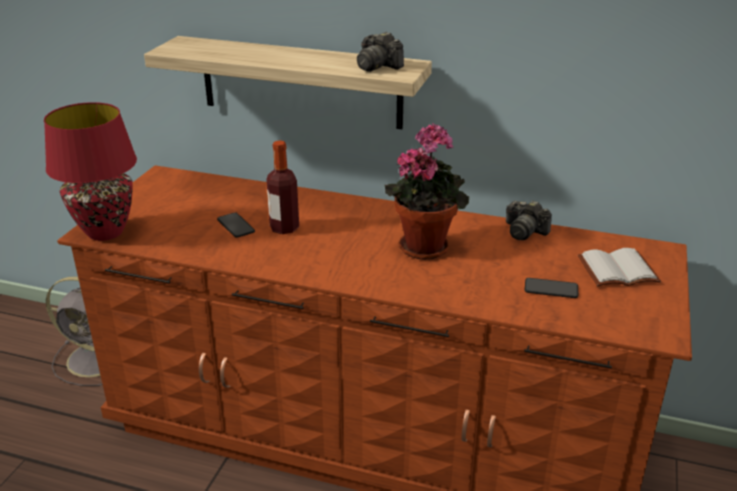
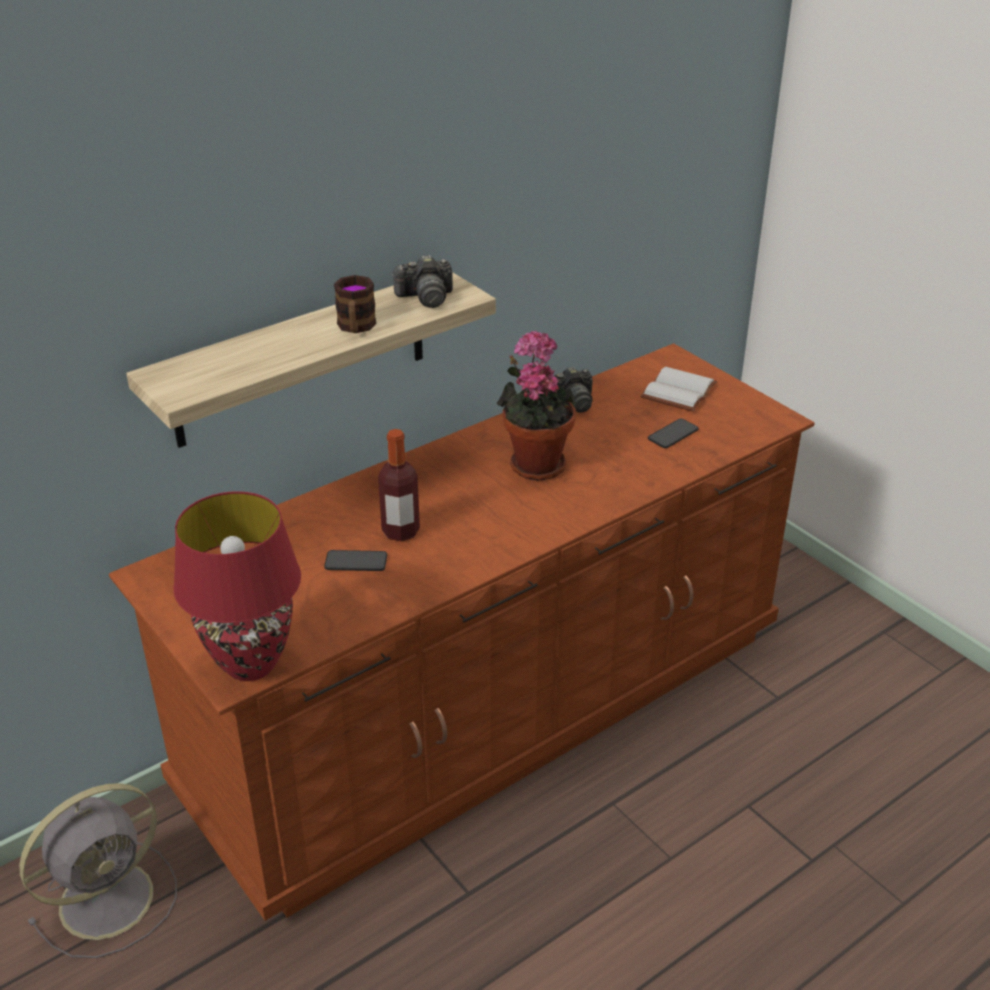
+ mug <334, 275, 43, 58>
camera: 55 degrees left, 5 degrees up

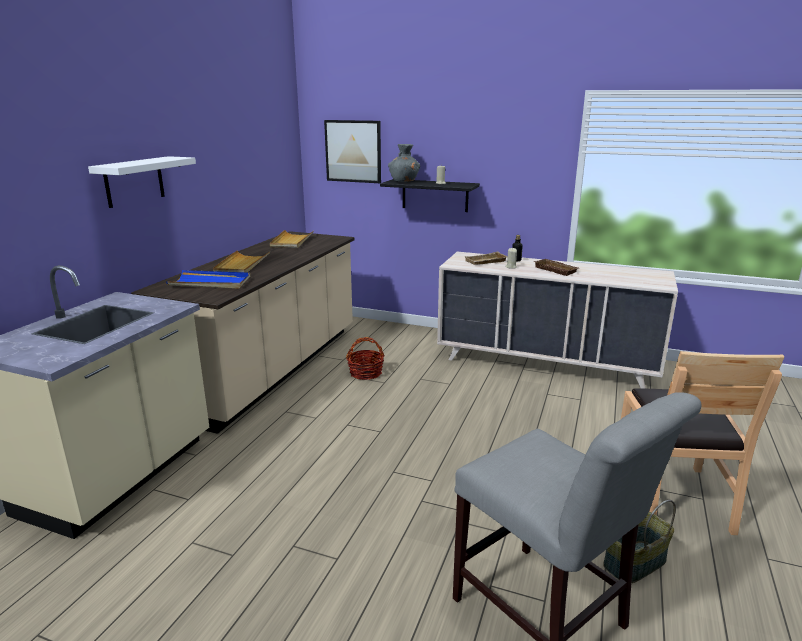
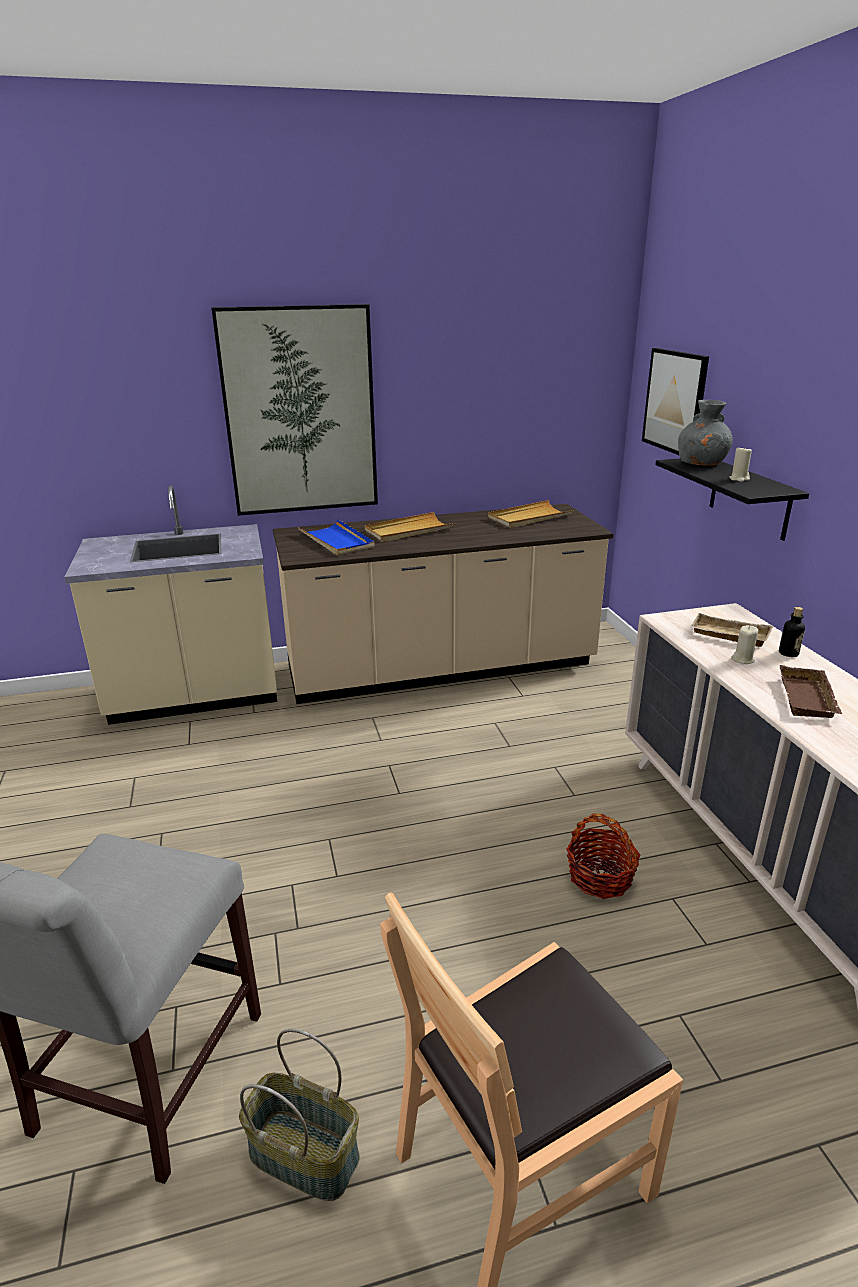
~ shelf (white) <88, 156, 108, 52> to picture <211, 304, 167, 212>
~ basket <346, 337, 39, 43> to <566, 813, 75, 86>
camera: 55 degrees right, 5 degrees up

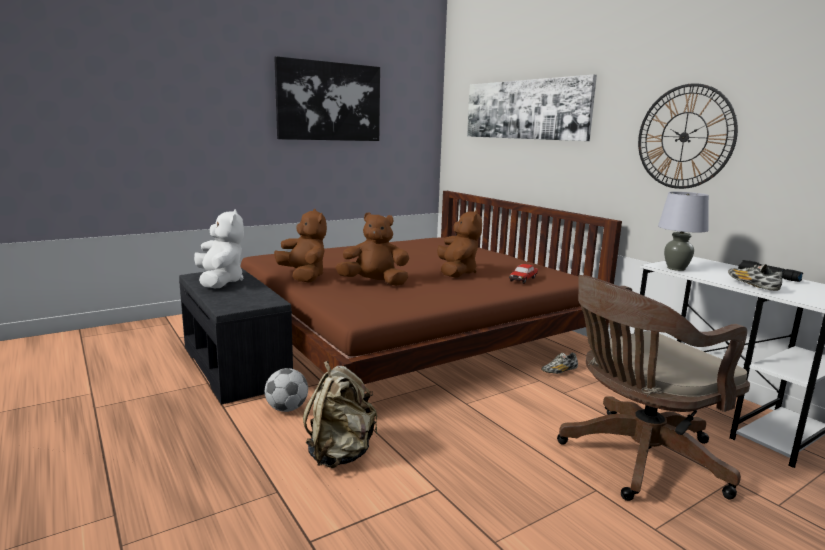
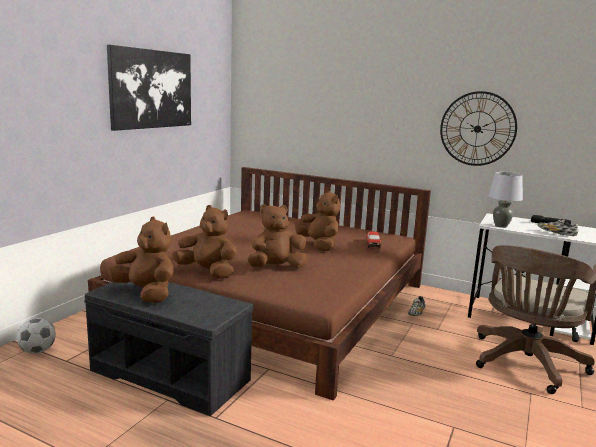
~ plush toy (white) <194, 209, 50, 79> to plush toy (brown) <108, 217, 66, 86>
~ football <265, 368, 43, 44> to <17, 318, 39, 36>
- backpack (beige) <303, 361, 75, 107>
- picture <467, 74, 130, 67>
camera: 30 degrees left, 0 degrees up

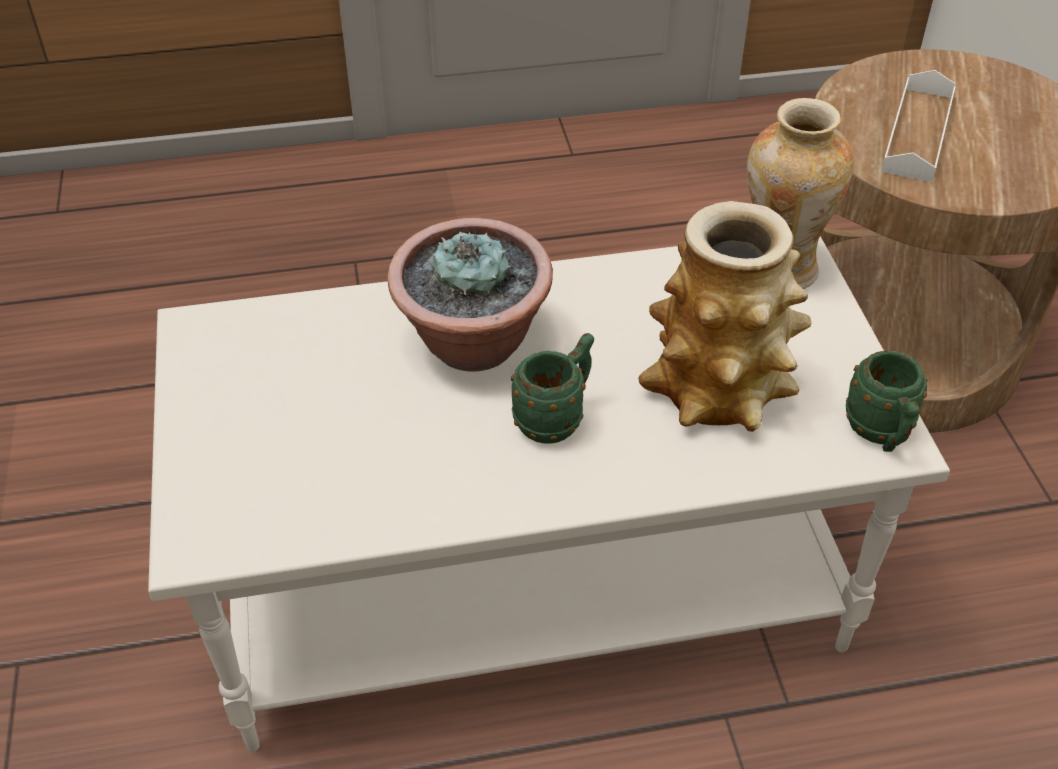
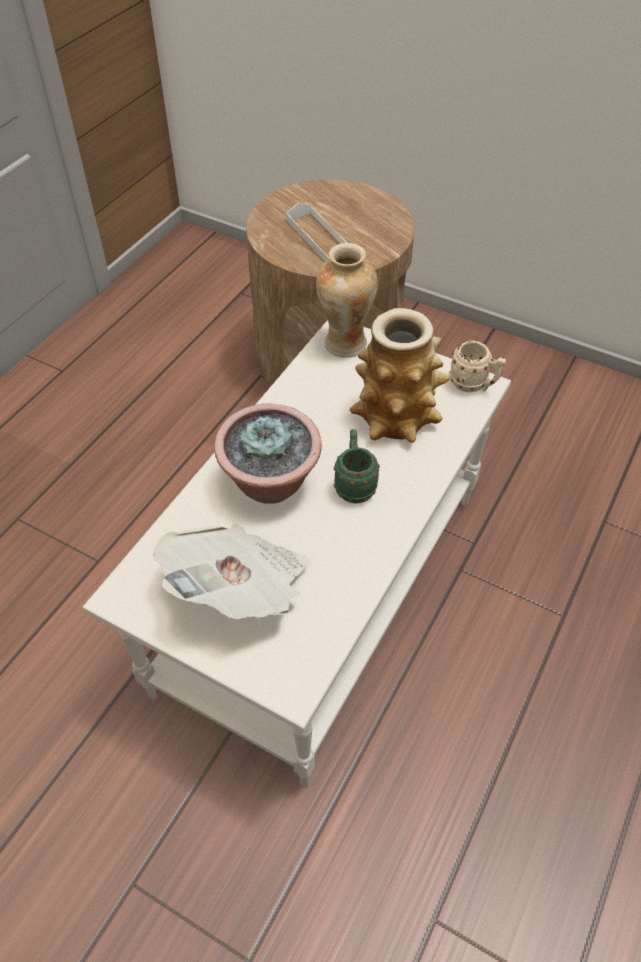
~ mug (green) <846, 351, 81, 101> to mug (beige) <450, 341, 56, 51>
+ newspaper <153, 525, 157, 94>
camera: 50 degrees left, 5 degrees up

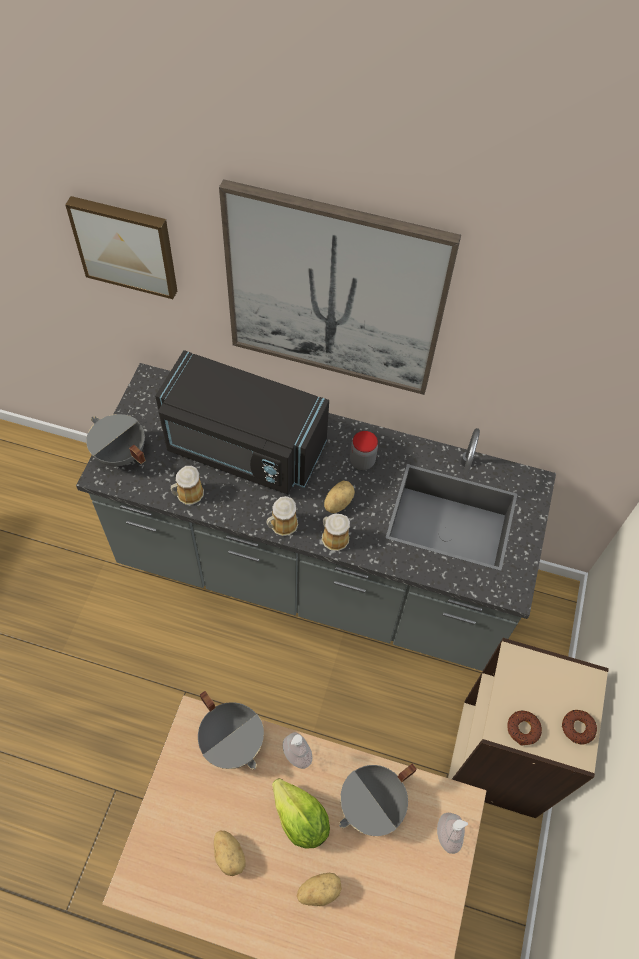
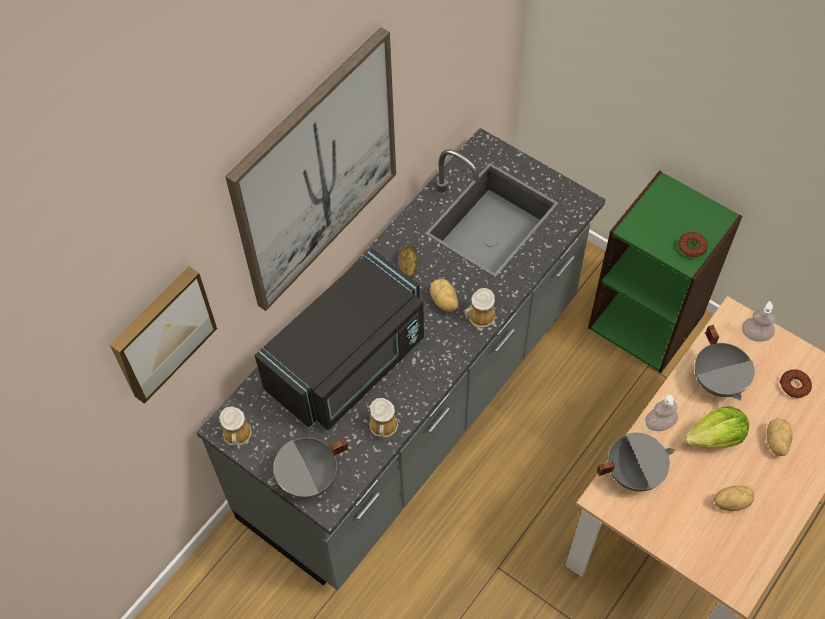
~ mug <266, 496, 32, 40> to <219, 407, 33, 39>
~ jar <350, 431, 28, 39> to potato <399, 246, 18, 32>
~ bookcase (beige) <448, 638, 161, 180> to bookcase (green) <588, 170, 154, 203>
~ donut <562, 710, 35, 35> to <780, 369, 32, 29>
camera: 65 degrees left, 0 degrees up

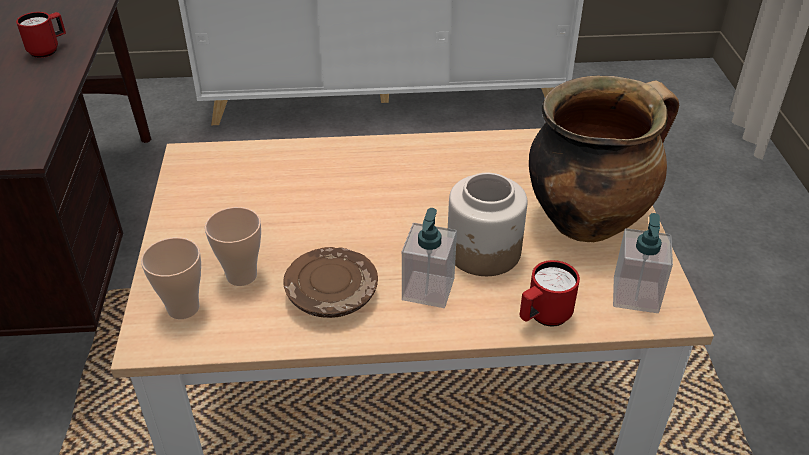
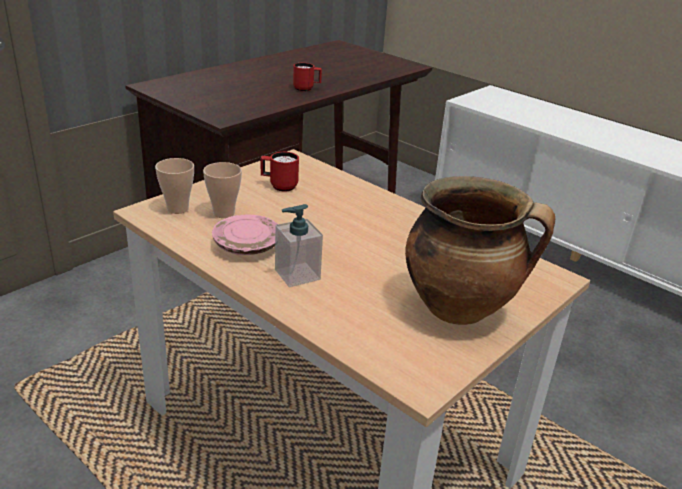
~ plate (brown) <283, 247, 95, 71> to plate (pink) <212, 214, 66, 41>
- jar <448, 173, 79, 103>
~ mug (red) <520, 260, 60, 66> to <261, 152, 38, 40>
- soap dispenser <613, 213, 60, 100>
camera: 45 degrees right, 10 degrees down

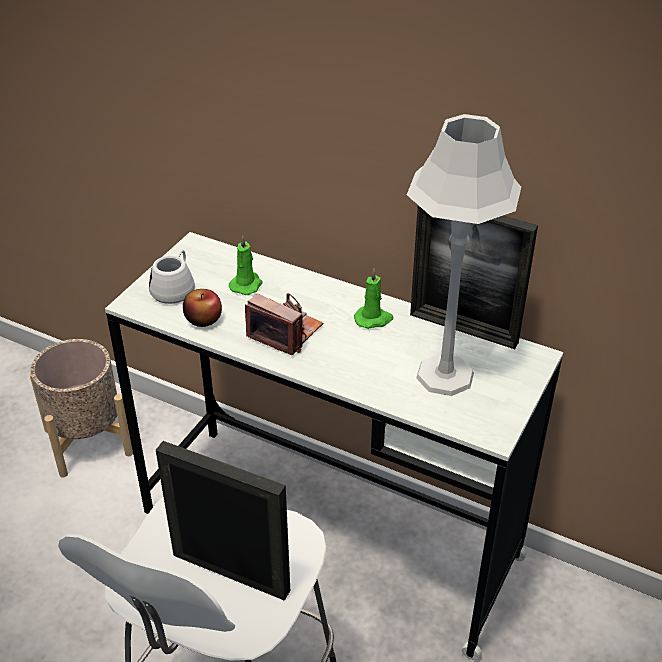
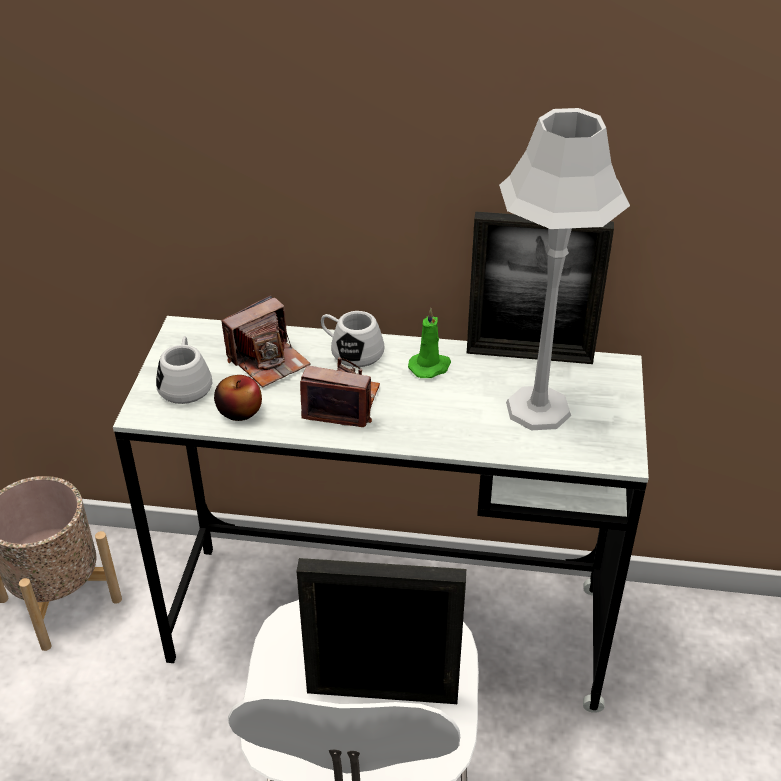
~ candle (green) <229, 235, 34, 60> to photo camera <221, 295, 90, 93>
+ mug (white) <321, 311, 63, 56>
camera: 20 degrees left, 0 degrees up

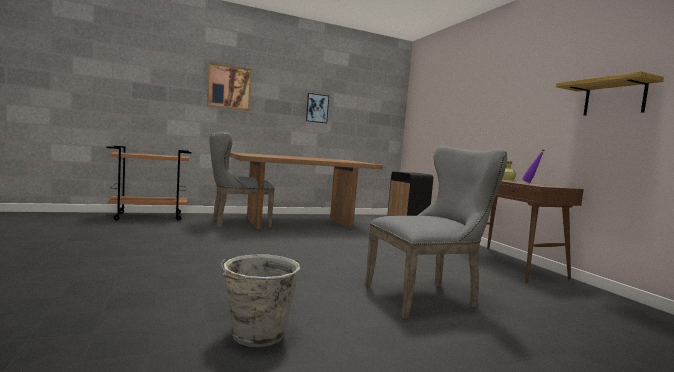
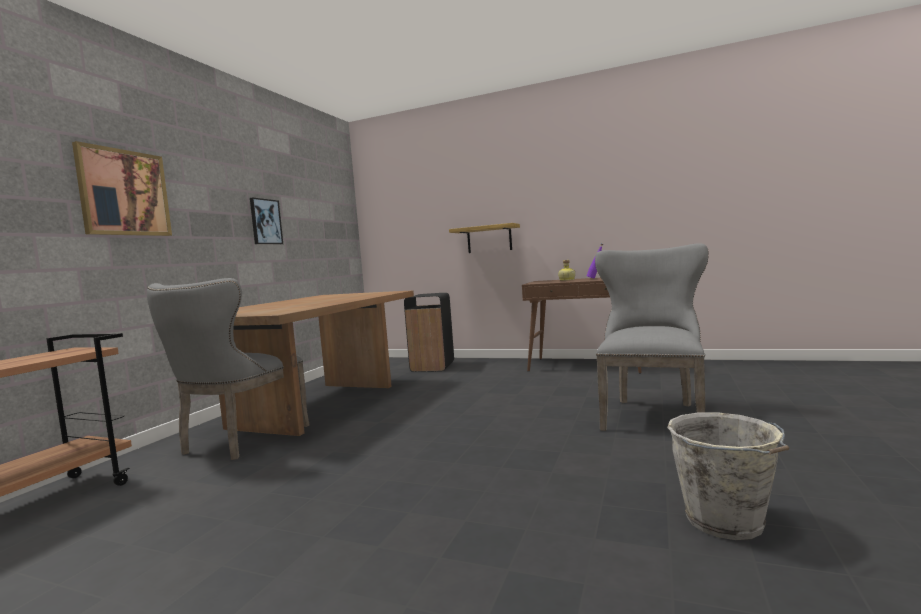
~ shelf <556, 71, 108, 45> to <449, 223, 71, 30>
camera: 45 degrees left, 0 degrees up

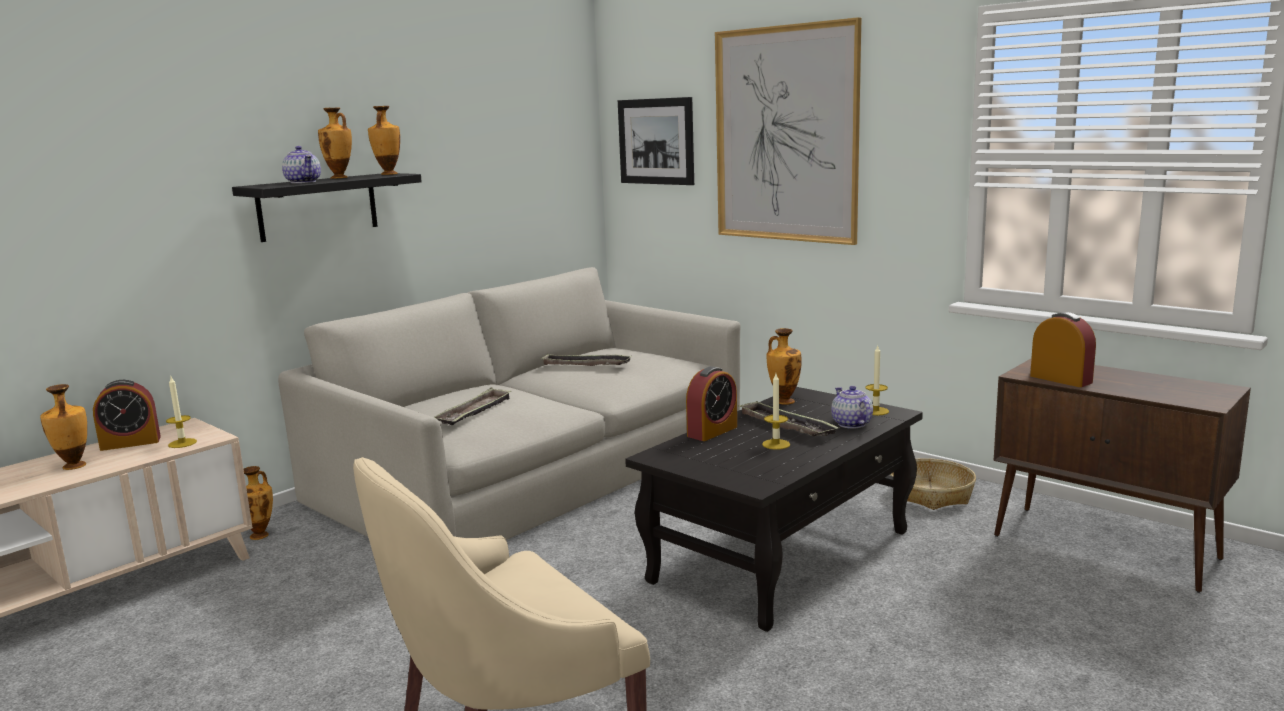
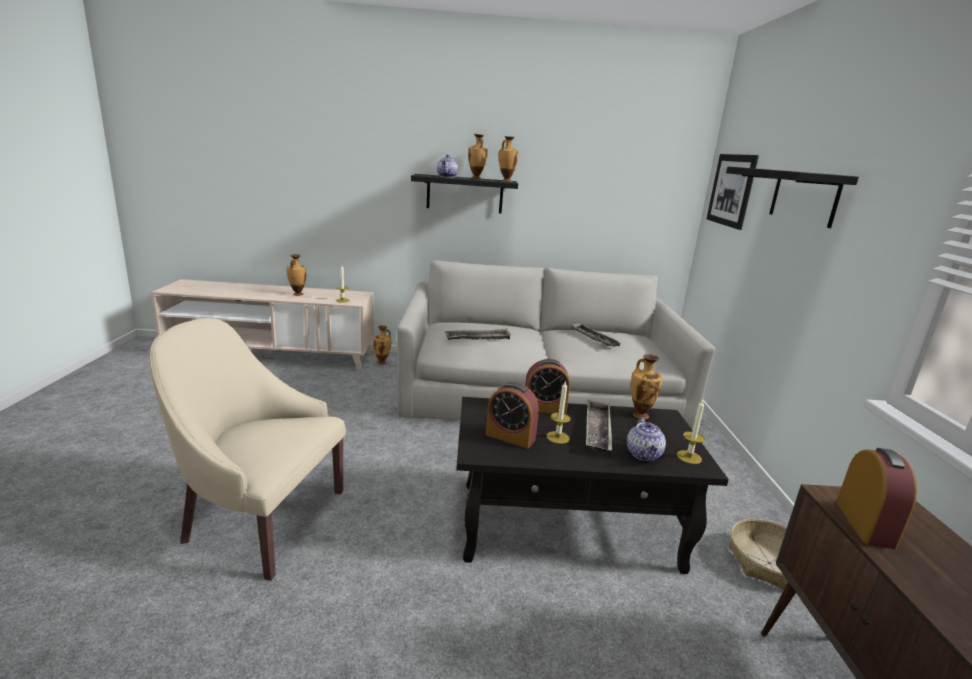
~ alarm clock <93, 380, 68, 71> to <486, 382, 53, 67>
~ picture <715, 17, 146, 228> to shelf (black) <726, 167, 133, 61>
~ teapot <831, 386, 42, 43> = <627, 417, 39, 44> 150 degrees clockwise
camera: 45 degrees right, 5 degrees up

